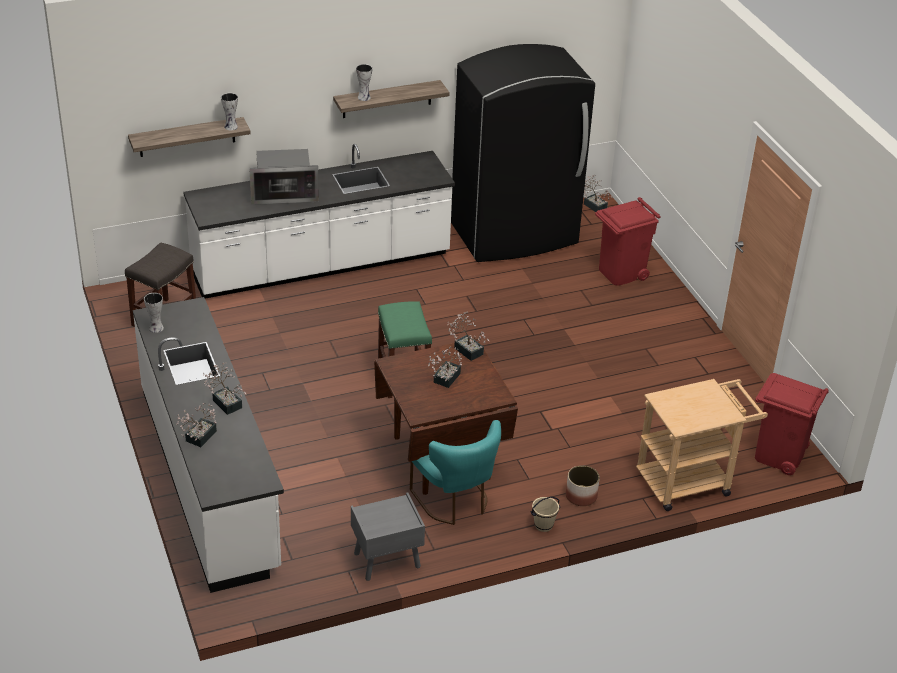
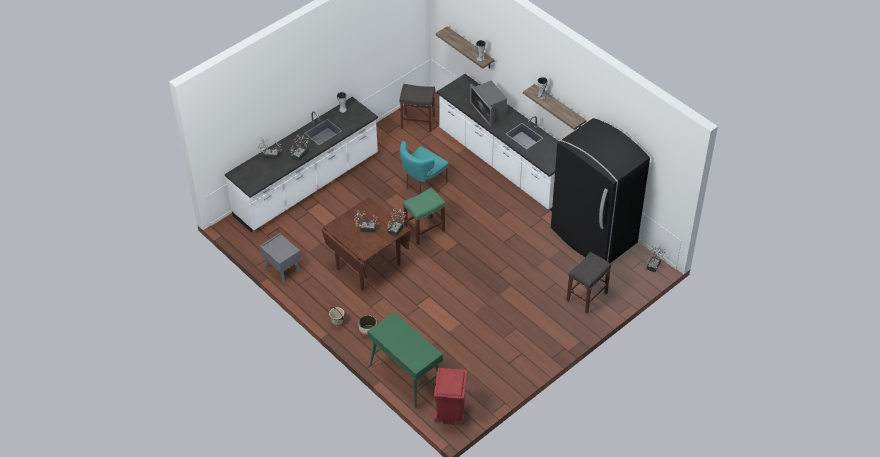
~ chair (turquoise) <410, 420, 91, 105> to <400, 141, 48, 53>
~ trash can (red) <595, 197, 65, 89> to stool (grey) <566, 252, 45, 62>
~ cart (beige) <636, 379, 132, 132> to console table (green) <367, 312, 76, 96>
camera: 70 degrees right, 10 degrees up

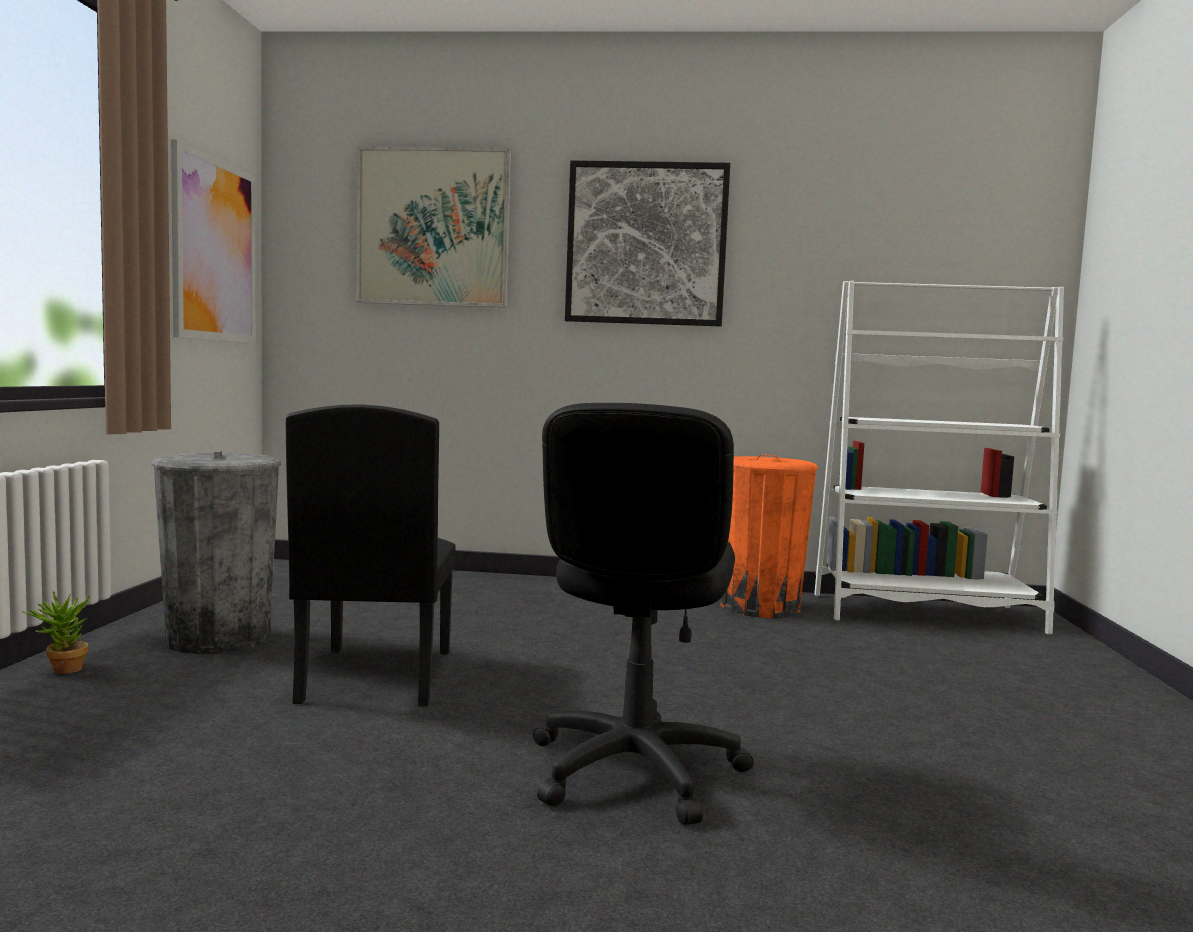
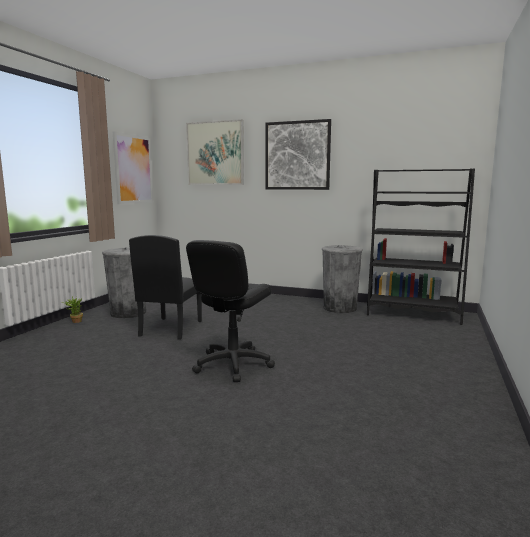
~ trash can (orange) <720, 454, 98, 164> to trash can (grey) <322, 245, 41, 68>
~ bookcase (white) <814, 281, 250, 354> to bookcase (black) <367, 168, 108, 157>
camera: 15 degrees right, 5 degrees up

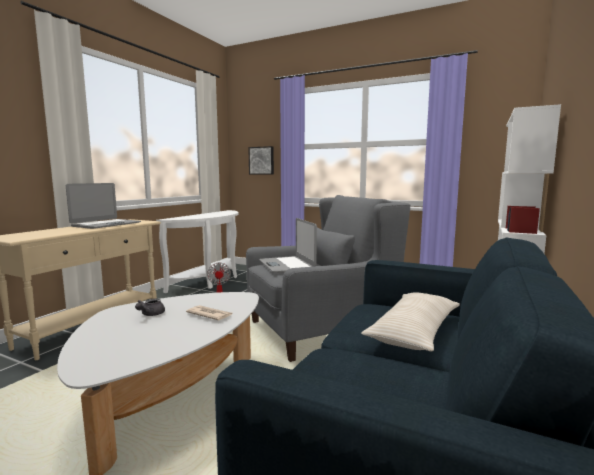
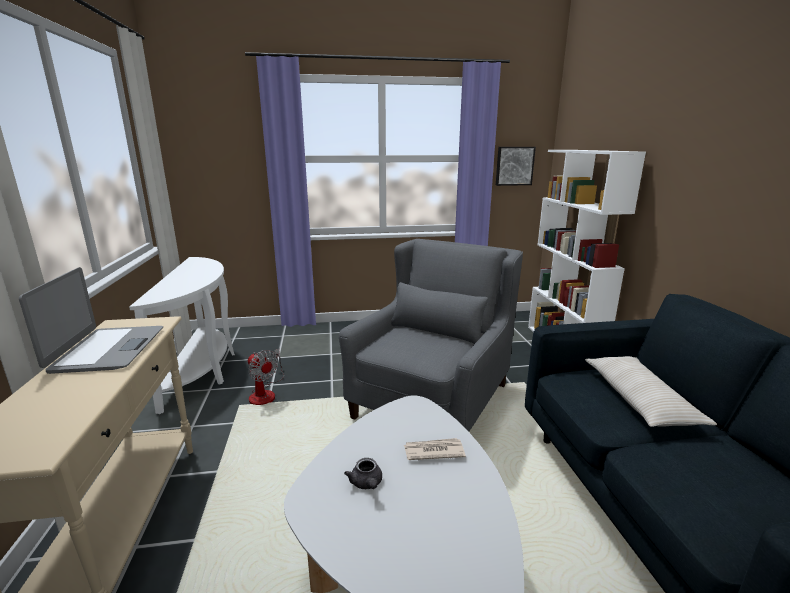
~ picture <248, 146, 26, 29> to <496, 147, 40, 39>
- laptop <259, 218, 58, 55>
camera: 35 degrees left, 10 degrees up

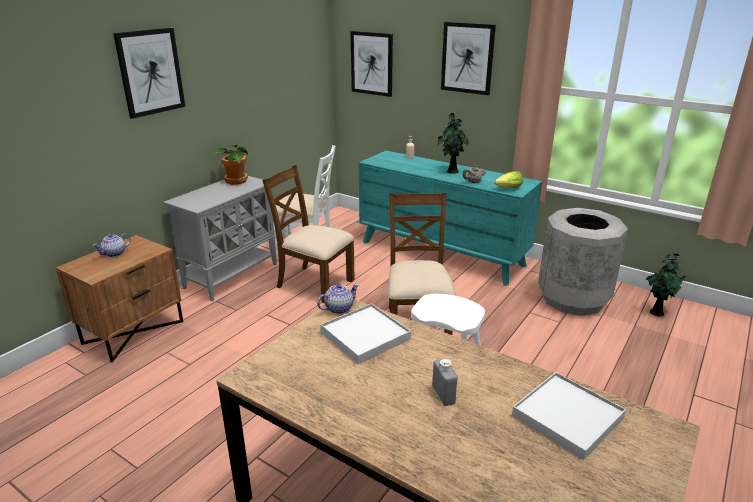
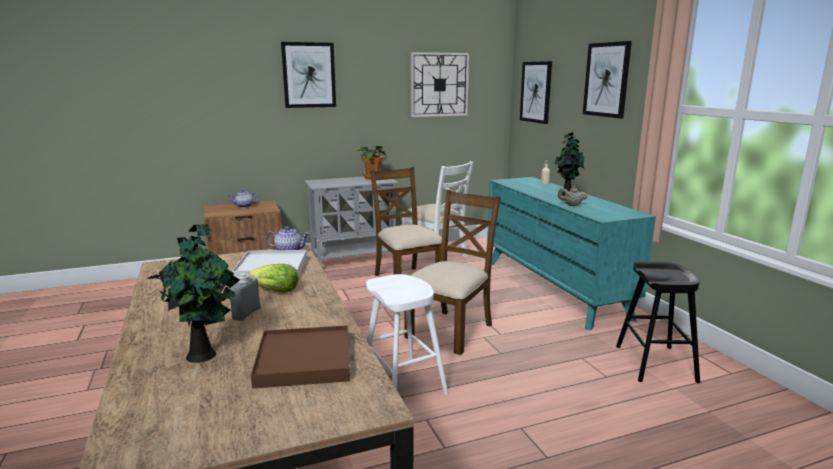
~ lettuce <494, 171, 29, 17> to <248, 264, 51, 29>
~ tray (white) <512, 372, 114, 88> to tray (brown) <251, 325, 99, 64>
~ trash can (grey) <538, 208, 90, 108> to stool (black) <616, 261, 84, 122>
~ potted plant <646, 253, 41, 64> to <147, 224, 93, 139>
+ wall clock <411, 52, 58, 65>
camera: 35 degrees right, 10 degrees down

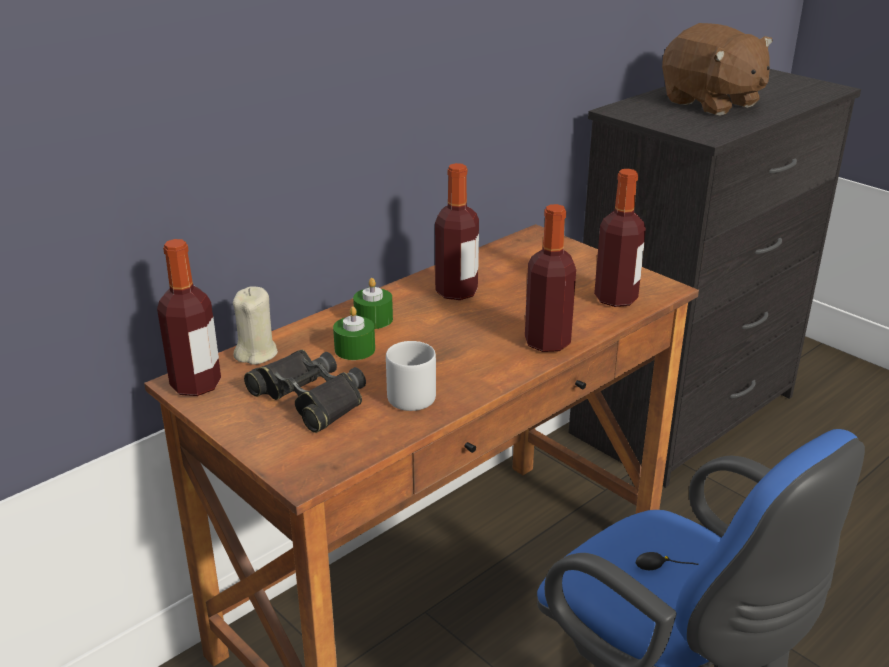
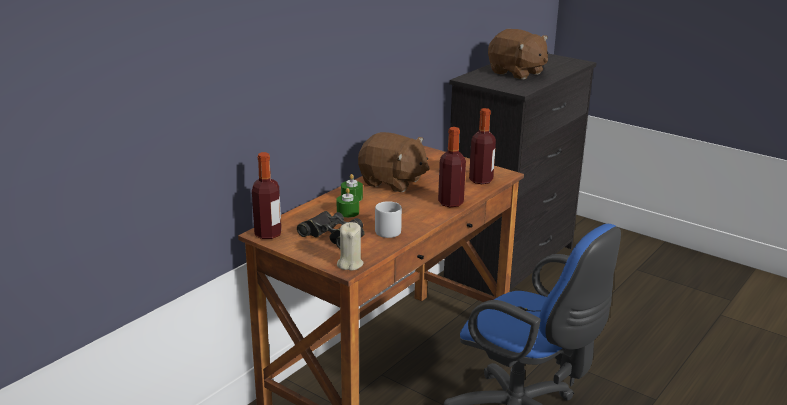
~ candle (beige) <233, 287, 45, 78> to <337, 222, 27, 49>
~ bottle <435, 163, 44, 137> to plush toy (brown) <358, 132, 72, 60>
camera: 10 degrees left, 5 degrees down

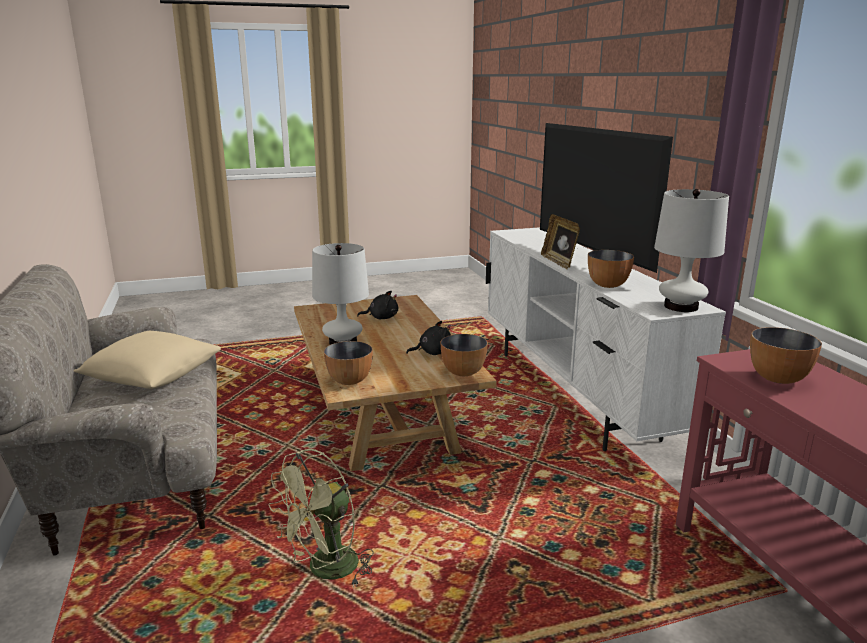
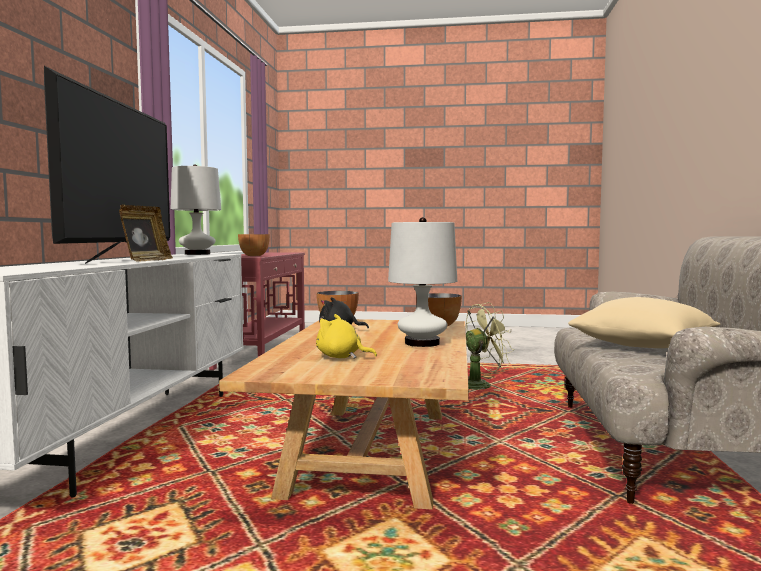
~ plush toy (black) <357, 291, 41, 29> to plush toy (yellow) <316, 314, 61, 45>
- bowl <588, 250, 46, 38>
camera: 155 degrees left, 15 degrees down

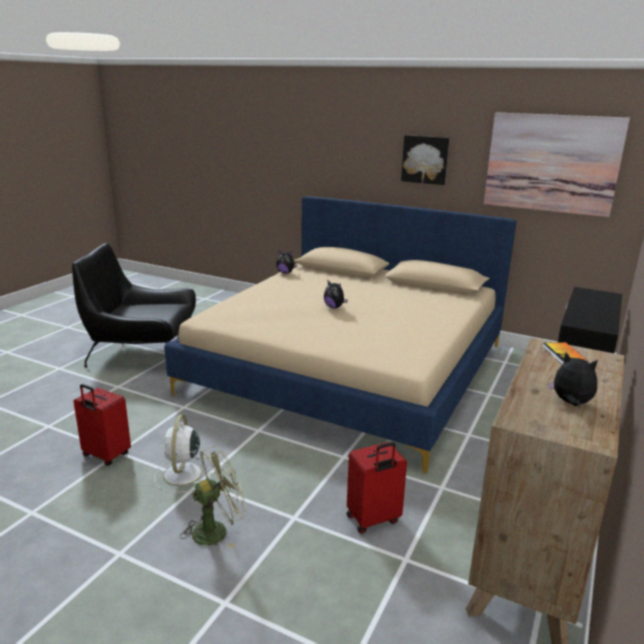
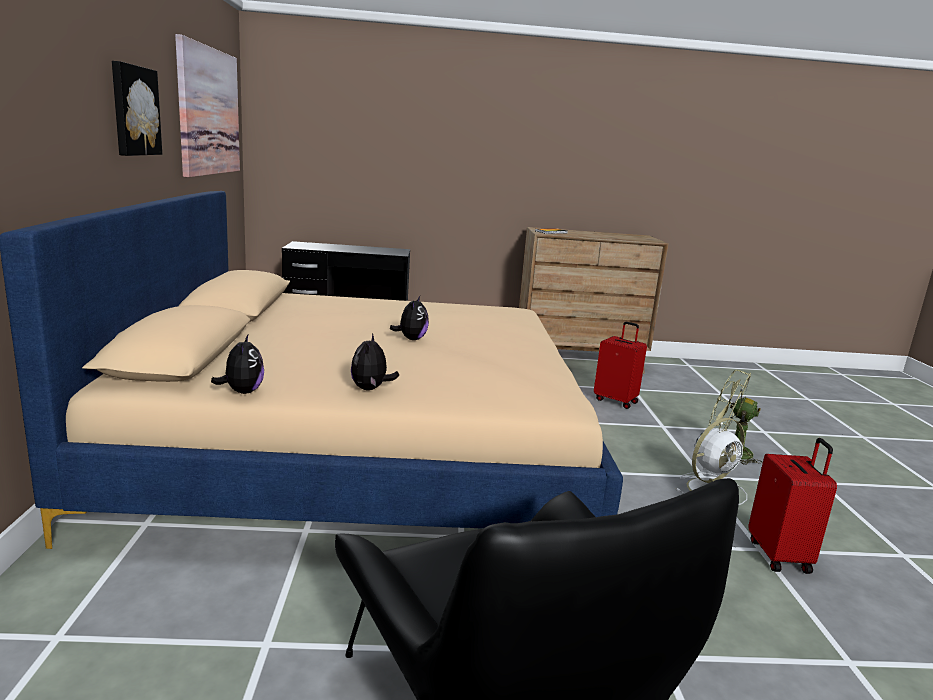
~ plush toy <547, 352, 51, 54> to <351, 333, 48, 57>
camera: 120 degrees left, 5 degrees down

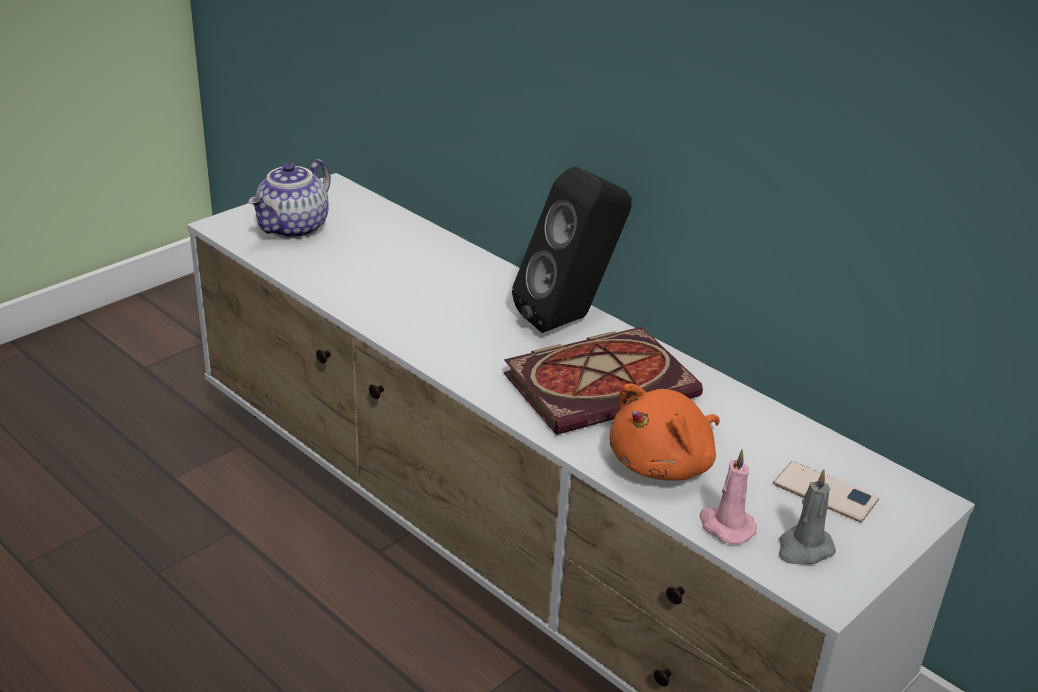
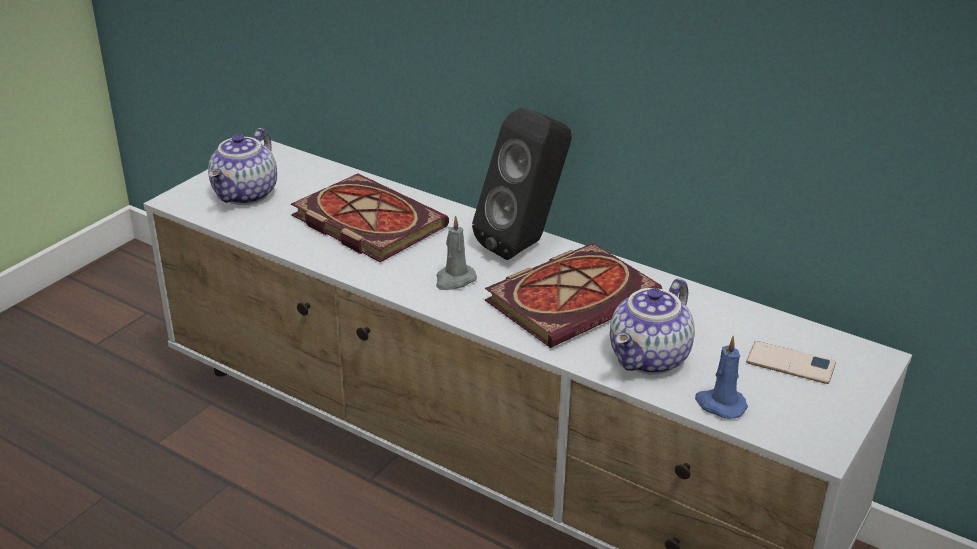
~ plush toy (orange) <610, 383, 110, 98> to teapot <610, 278, 85, 96>
~ candle (pink) <699, 449, 58, 95> to candle (blue) <695, 336, 53, 83>
~ candle (grey) <779, 469, 57, 95> to <436, 215, 41, 75>
+ book <291, 174, 158, 88>
camera: 10 degrees left, 0 degrees up

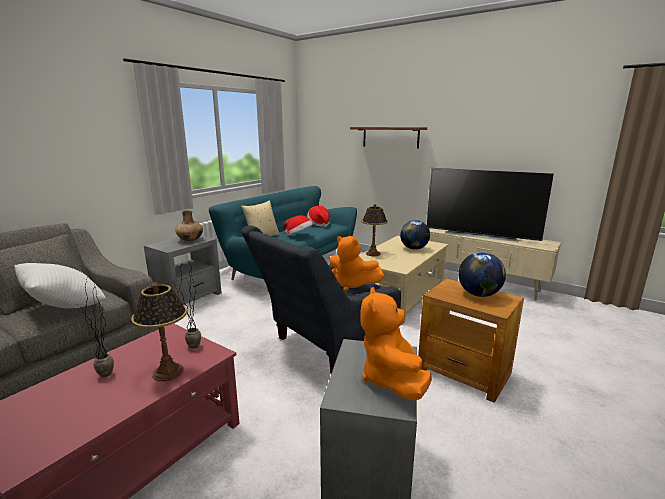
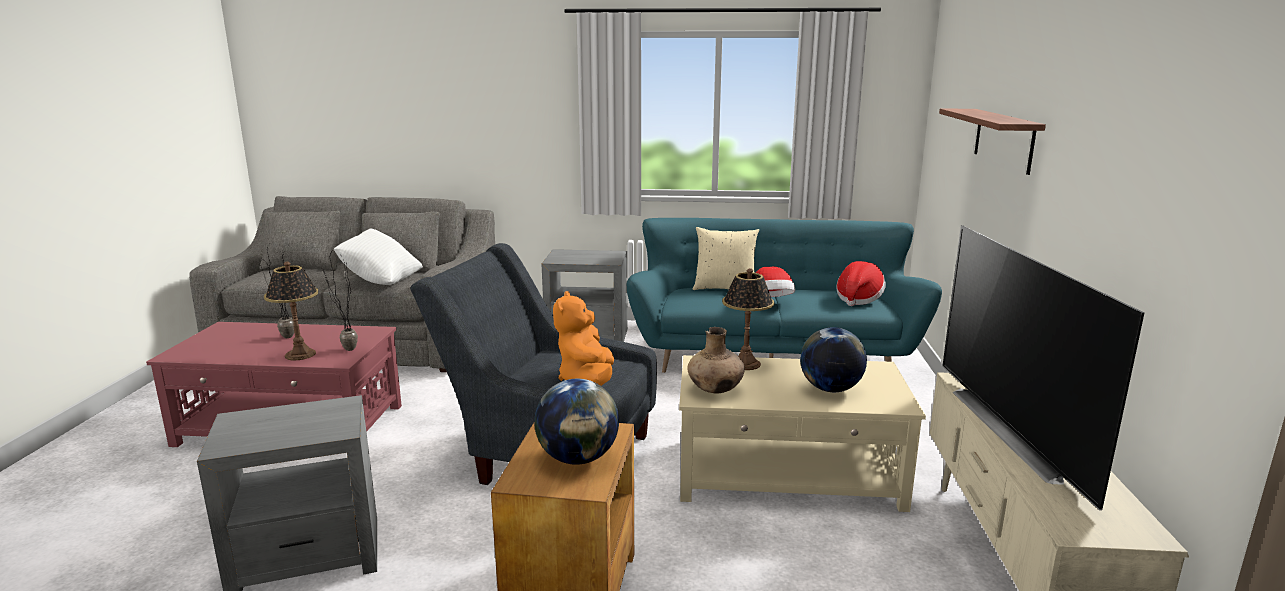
~ vase (brown) <175, 210, 28, 31> to <687, 327, 58, 66>
- plush toy (orange) <360, 287, 72, 114>
camera: 60 degrees right, 0 degrees up

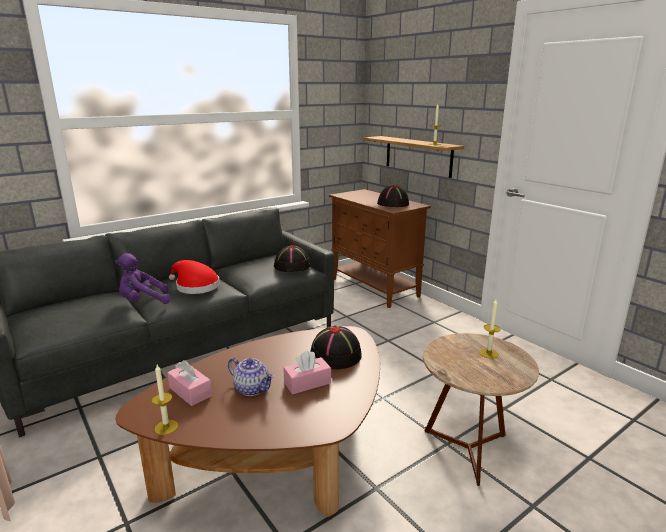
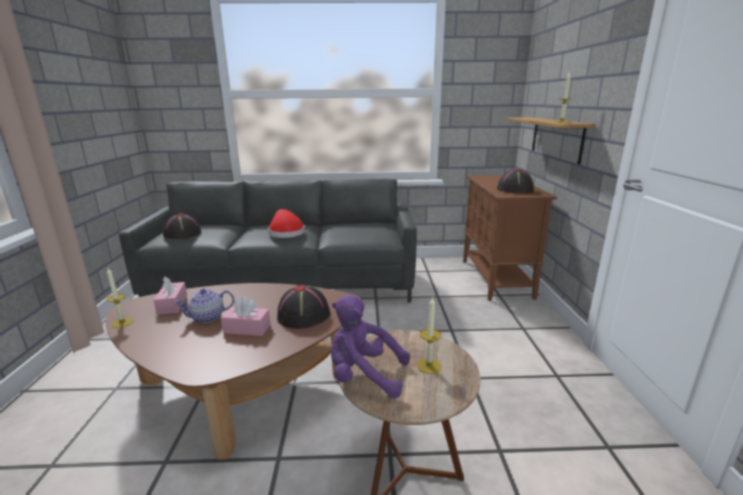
~ plush toy (purple) <115, 253, 55, 51> to <331, 295, 79, 103>
~ teapot <228, 358, 46, 38> = <174, 288, 60, 35> 90 degrees clockwise
~ hat (black) <274, 245, 36, 27> to <163, 214, 38, 25>
camera: 35 degrees right, 0 degrees up

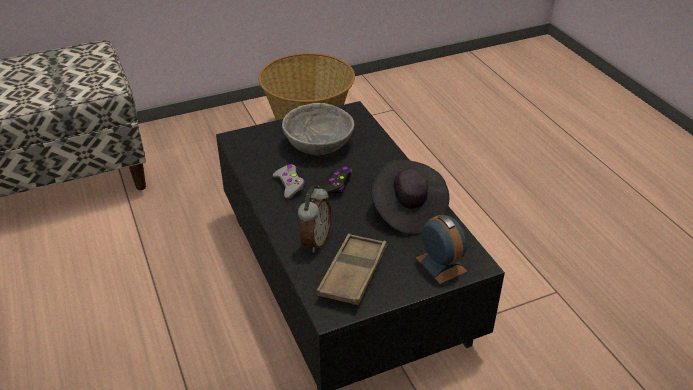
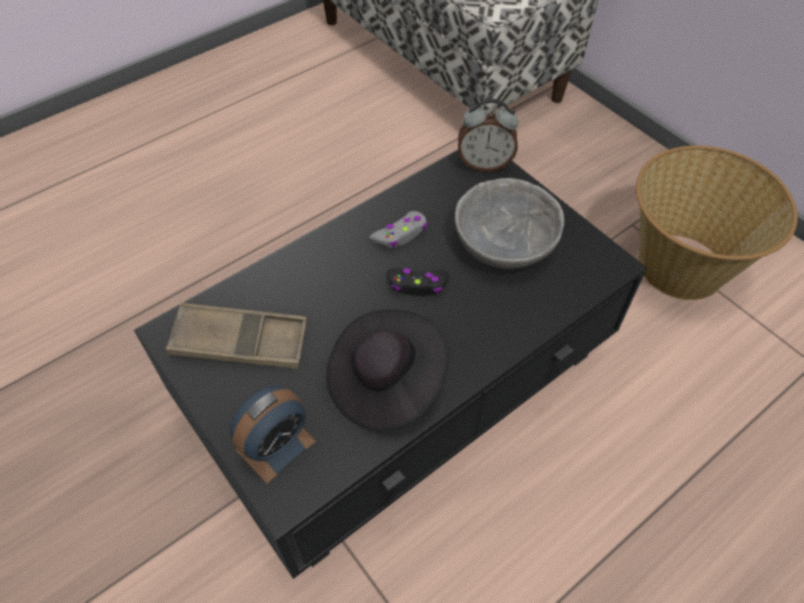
~ alarm clock <298, 186, 33, 66> to <458, 99, 60, 73>
camera: 75 degrees right, 15 degrees up

